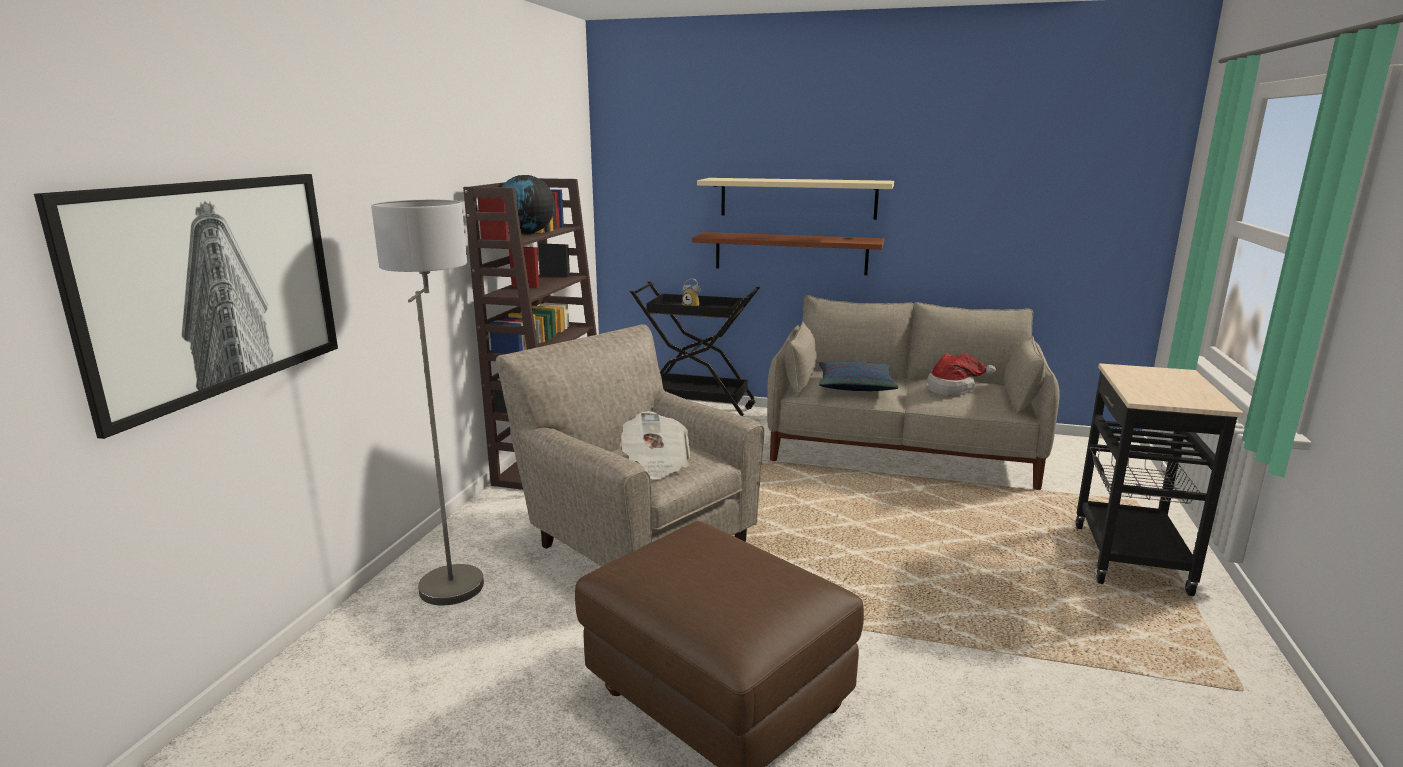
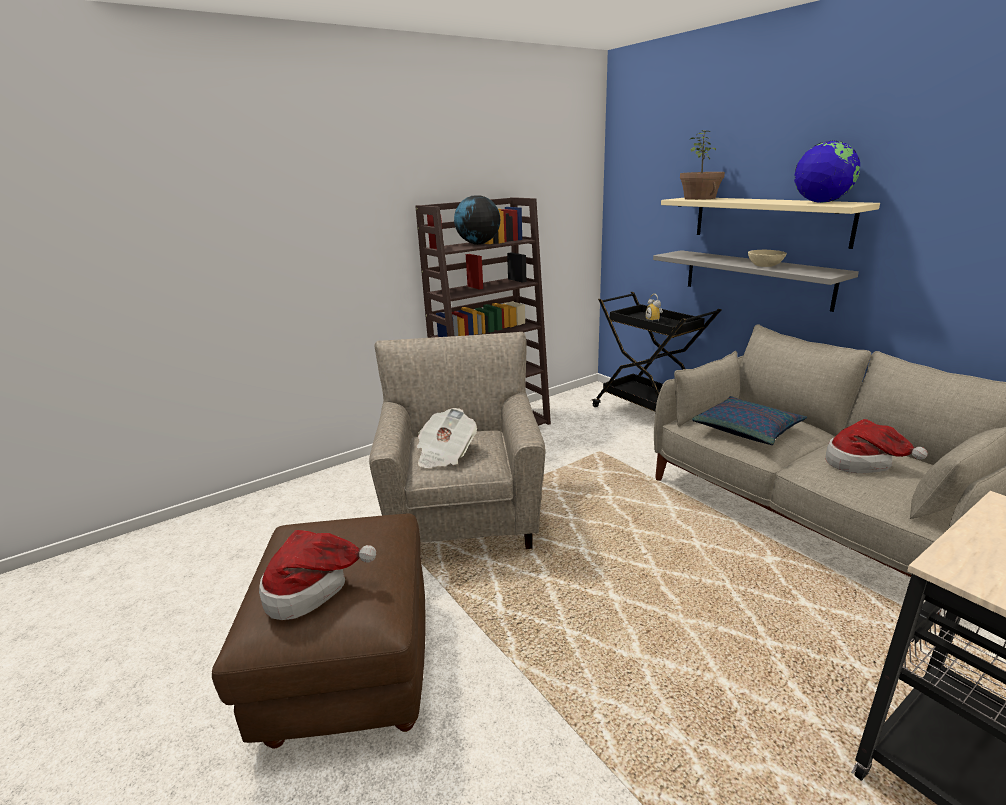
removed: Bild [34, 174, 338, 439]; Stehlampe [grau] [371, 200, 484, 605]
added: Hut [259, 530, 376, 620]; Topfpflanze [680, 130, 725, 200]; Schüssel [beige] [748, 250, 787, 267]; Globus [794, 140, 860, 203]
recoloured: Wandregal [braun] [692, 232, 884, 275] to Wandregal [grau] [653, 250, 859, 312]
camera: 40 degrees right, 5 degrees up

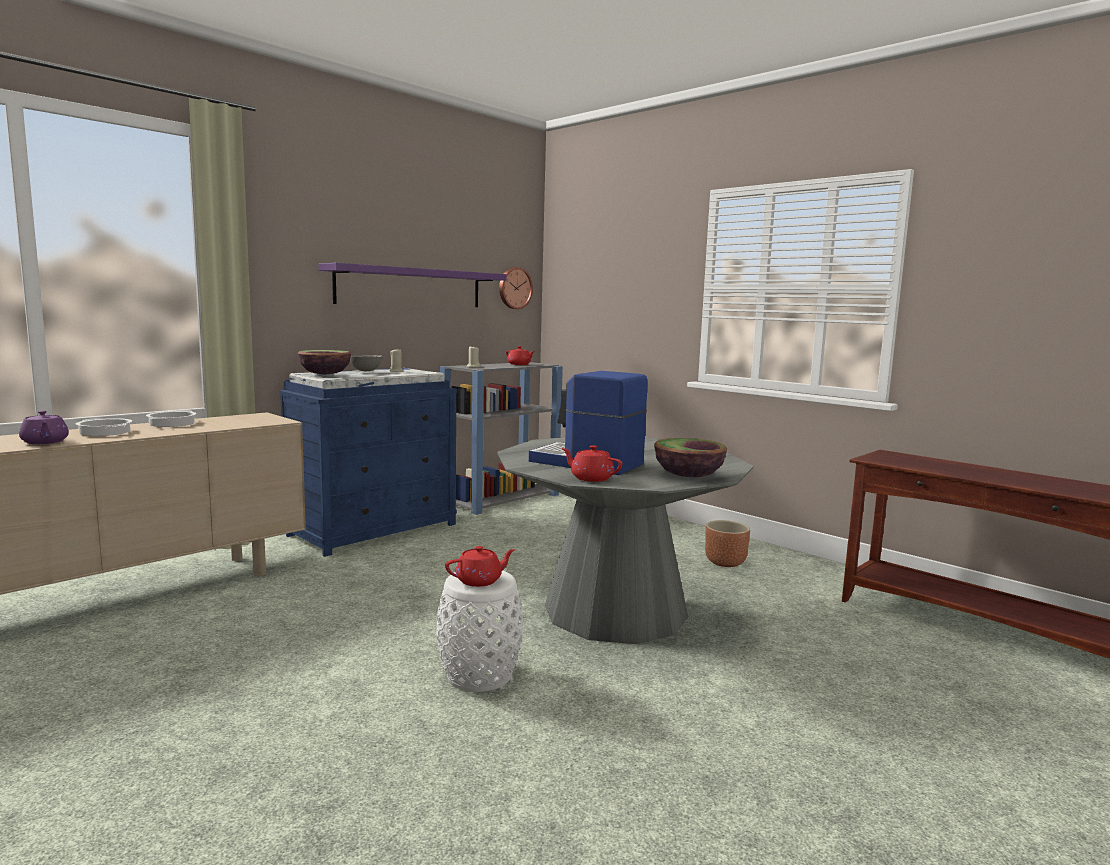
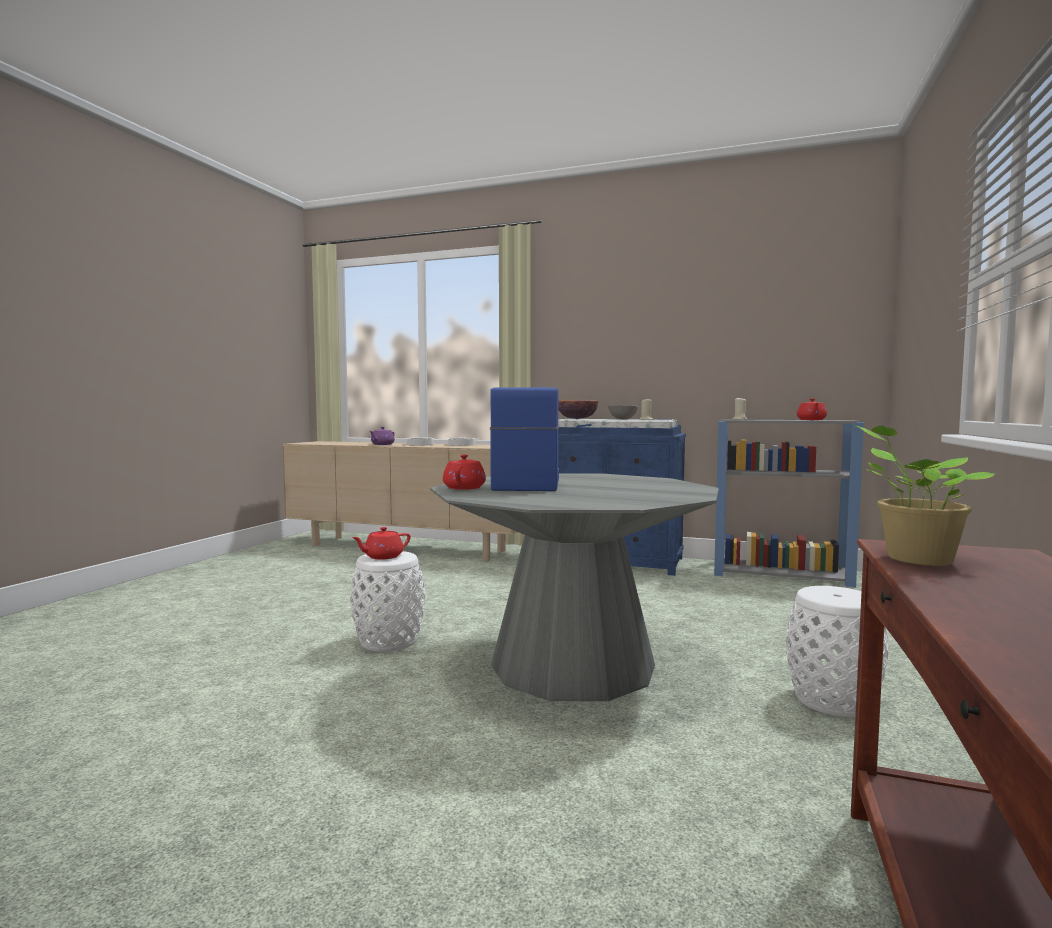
removed: Wandregal [lila] [318, 263, 507, 307]; Wanduhr [499, 267, 533, 309]; Schüssel [654, 438, 727, 477]
added: Topfpflanze [854, 425, 996, 566]
replaced: Pflanzkübel [braun] [705, 520, 750, 567] to Hocker [weiß] [786, 586, 888, 717]
turned: Teekanne [rot] [445, 546, 515, 587] = [352, 527, 410, 560] 105 degrees clockwise
camera: 65 degrees right, 5 degrees down

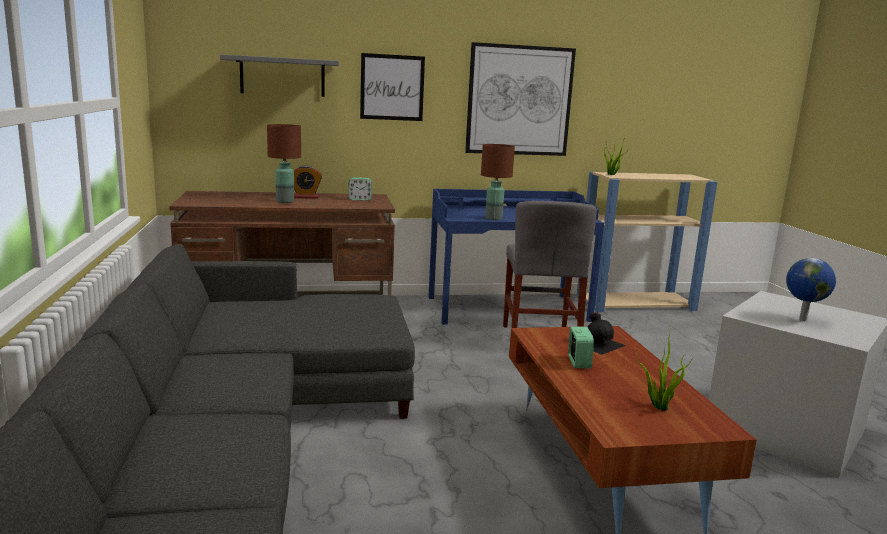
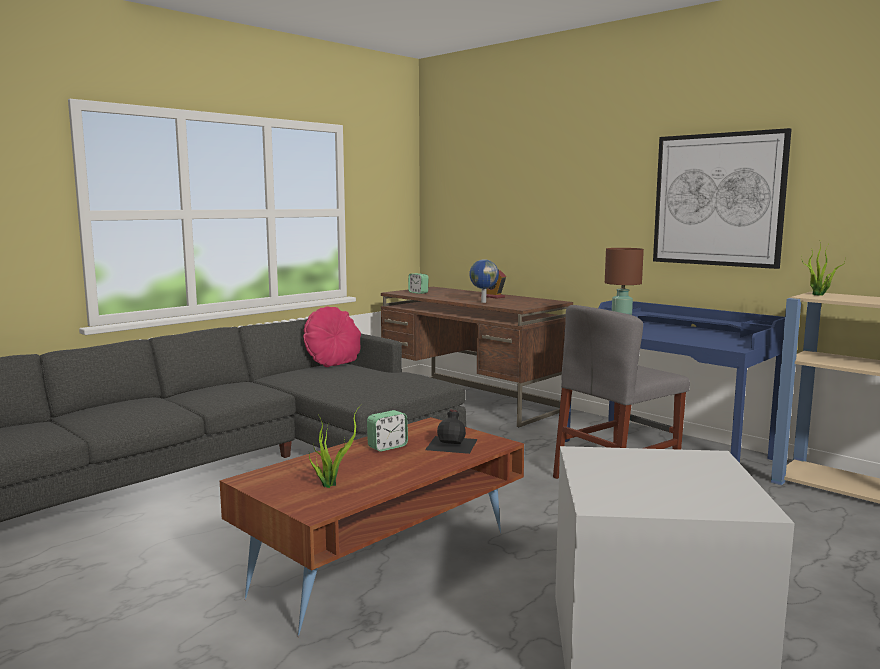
removed: Wandregal [grau] [220, 54, 339, 97]; Tischlampe [braun] [267, 124, 301, 203]; Bild [360, 53, 425, 121]
added: Kissen [rosa] [303, 306, 361, 367]
moved: Wecker [348, 178, 372, 201] to [408, 273, 429, 294]; Globus [786, 258, 836, 321] to [469, 259, 499, 303]
camera: 55 degrees right, 5 degrees down

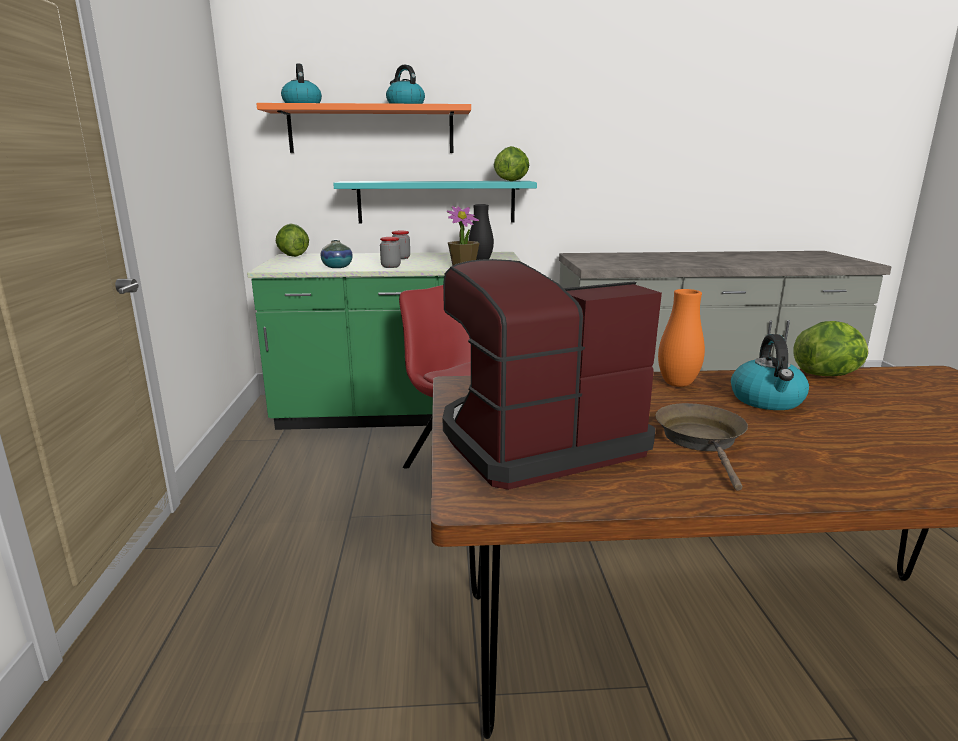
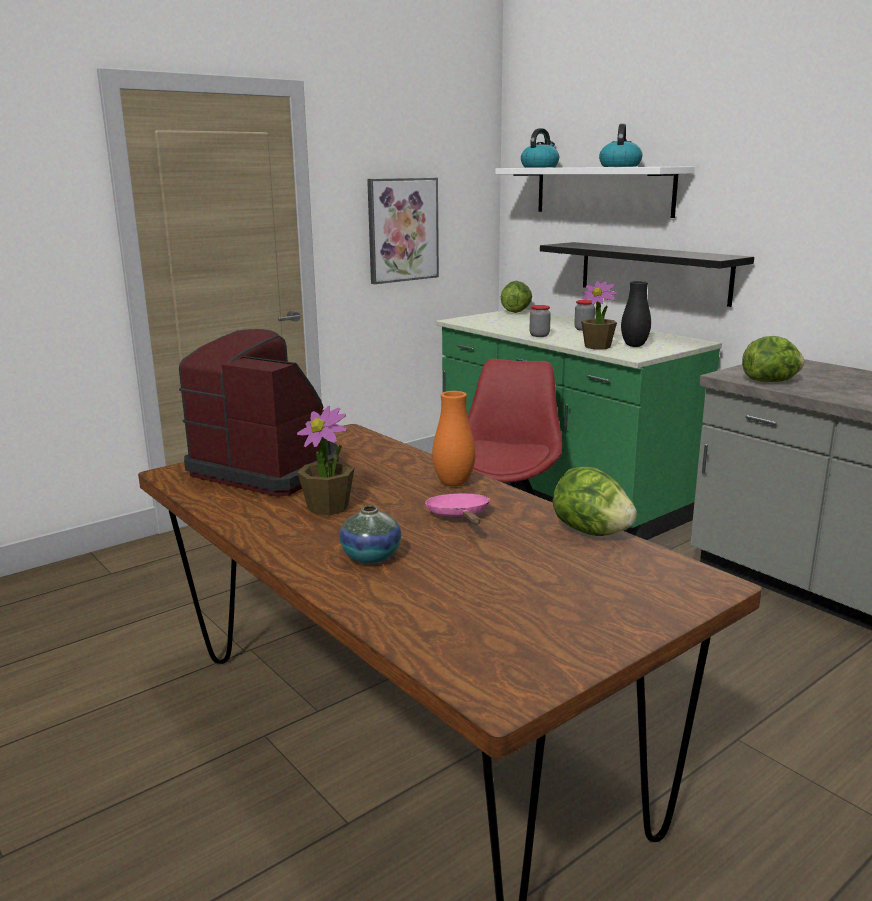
added: Bild [367, 178, 439, 284]
moved: Vase [321, 240, 353, 268] to [340, 506, 401, 564]; Salatkopf [494, 146, 529, 181] to [742, 336, 804, 382]
replaced: Pfanne [braun] [656, 403, 748, 491] to Topfpflanze [297, 406, 354, 515]; Wasserkessel [731, 334, 809, 410] to Pfanne [rosa] [425, 493, 490, 525]
recoloured: Wandregal [orange] [256, 103, 471, 153] to Wandregal [weiß] [495, 167, 695, 218]; Wandregal [türkis] [333, 181, 537, 223] to Wandregal [schwarz] [540, 242, 754, 307]
camera: 55 degrees right, 0 degrees up

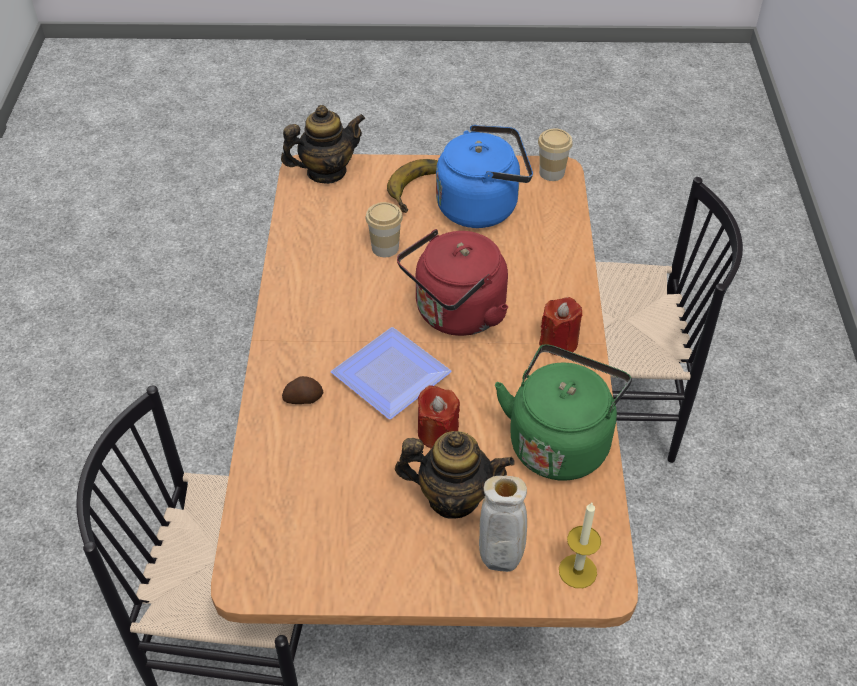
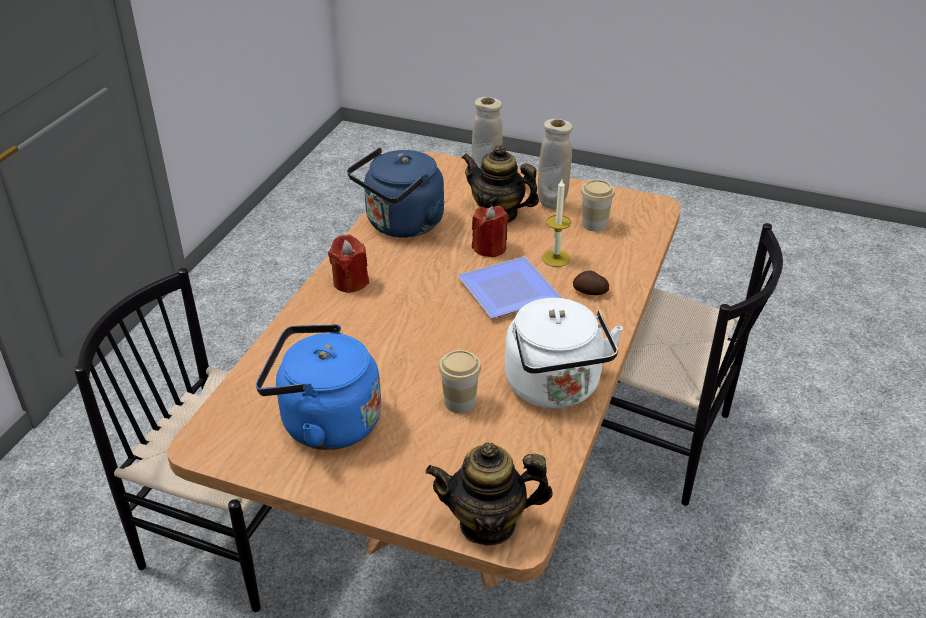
removed: Banane [387, 159, 438, 213]; Wasserkessel [rot] [397, 229, 508, 336]
added: Wasserkessel [weiß] [505, 298, 623, 409]; Vase [beige] [538, 119, 573, 209]
moved: Tasse [538, 128, 573, 181] to [581, 180, 615, 232]; Kerze [559, 503, 601, 588] to [542, 179, 571, 267]
recoloured: Wasserkessel [grün] [495, 344, 632, 481] to Wasserkessel [blau] [347, 147, 445, 238]
camera: 160 degrees left, 10 degrees down

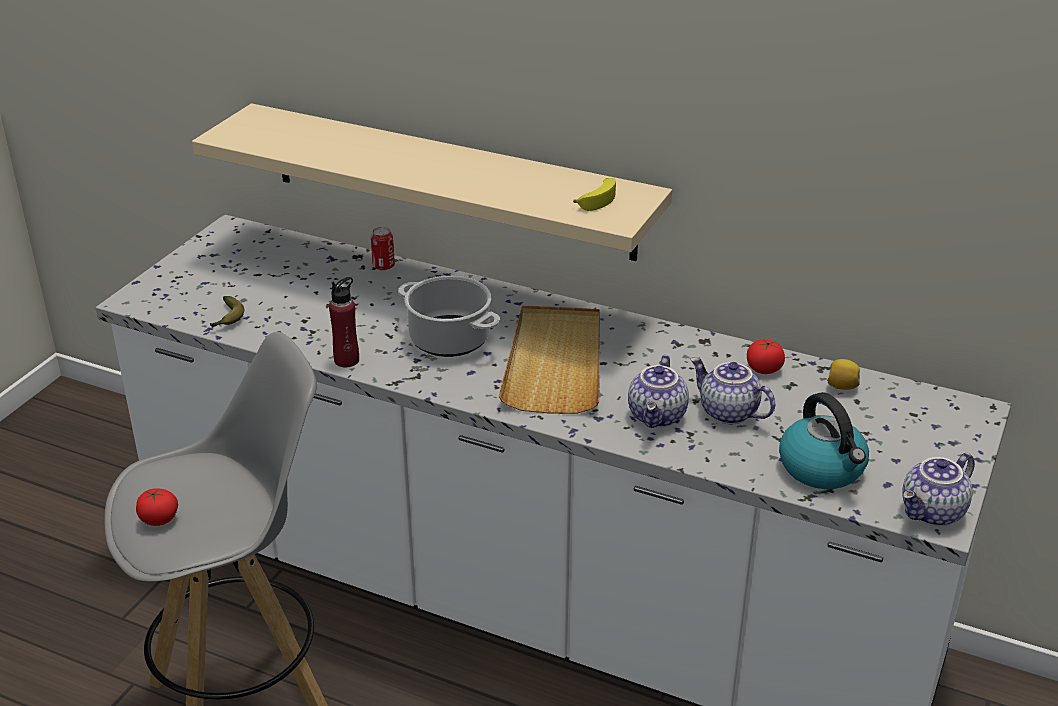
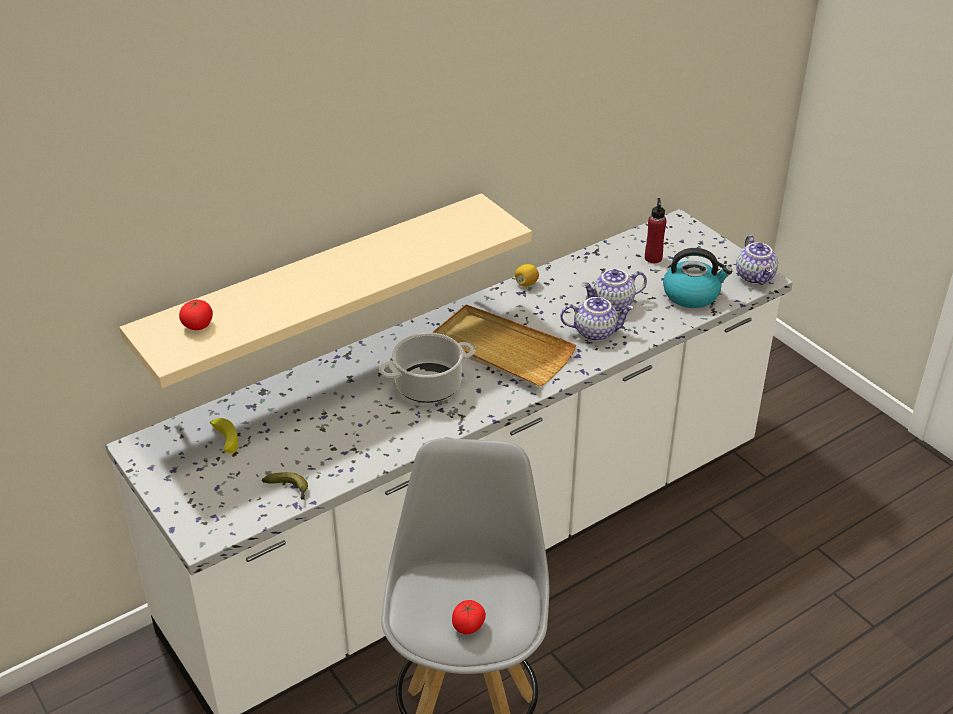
removed: Dose [371, 227, 395, 271]
moved: Flasche [rot] [329, 277, 359, 367] to [645, 198, 667, 263]; Banane [573, 178, 616, 211] to [210, 418, 238, 454]; Tomate [747, 340, 785, 374] to [179, 299, 213, 330]; Zitrone [827, 359, 860, 390] to [515, 264, 539, 287]
turned: Teekanne [628, 355, 689, 428] = [560, 297, 634, 341] 45 degrees counterclockwise
camera: 60 degrees left, 5 degrees up

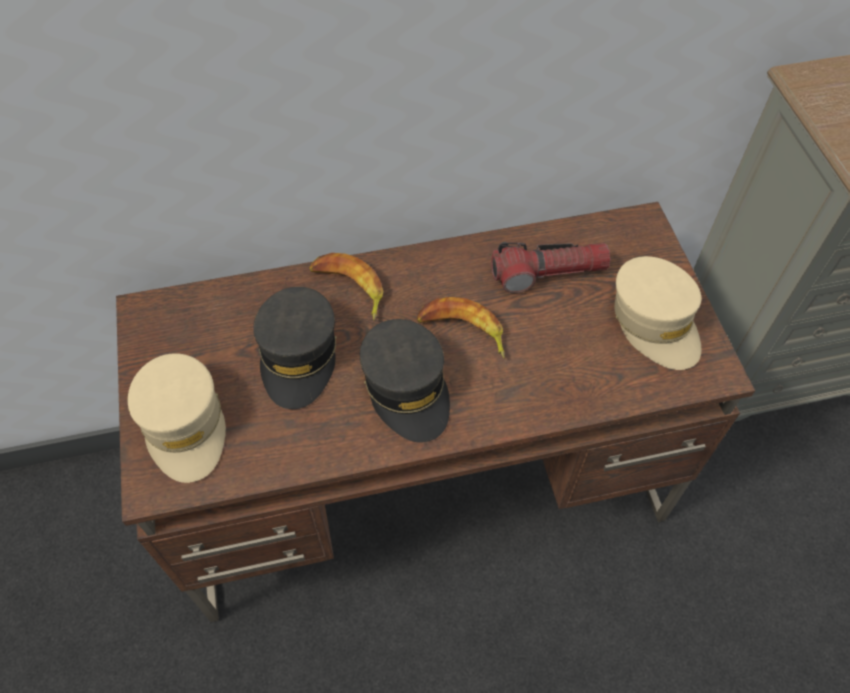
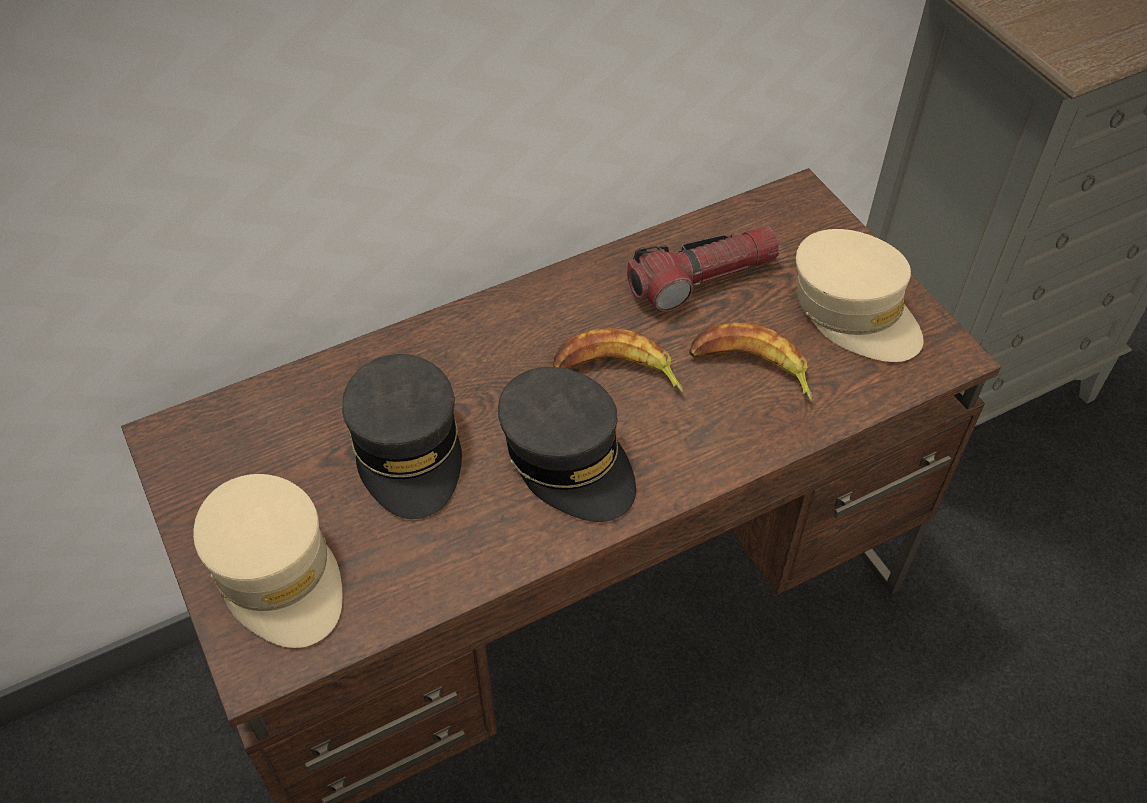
moved: Banane [309, 253, 383, 321] to [689, 322, 813, 402]
camera: 15 degrees left, 5 degrees down

